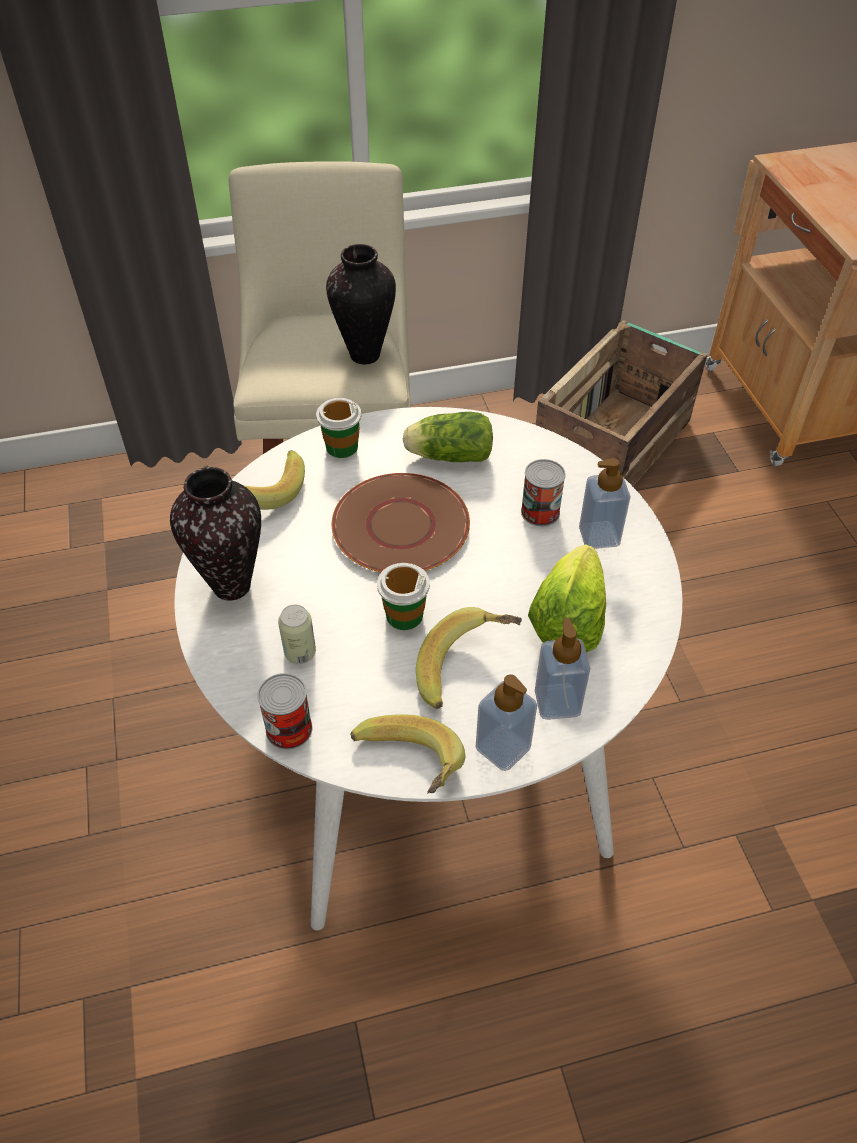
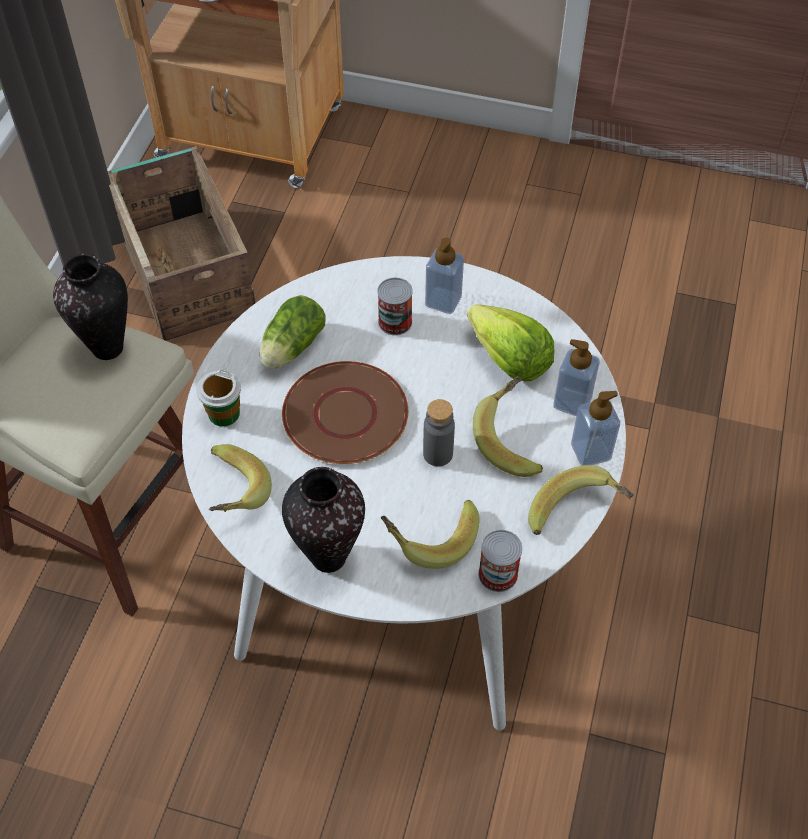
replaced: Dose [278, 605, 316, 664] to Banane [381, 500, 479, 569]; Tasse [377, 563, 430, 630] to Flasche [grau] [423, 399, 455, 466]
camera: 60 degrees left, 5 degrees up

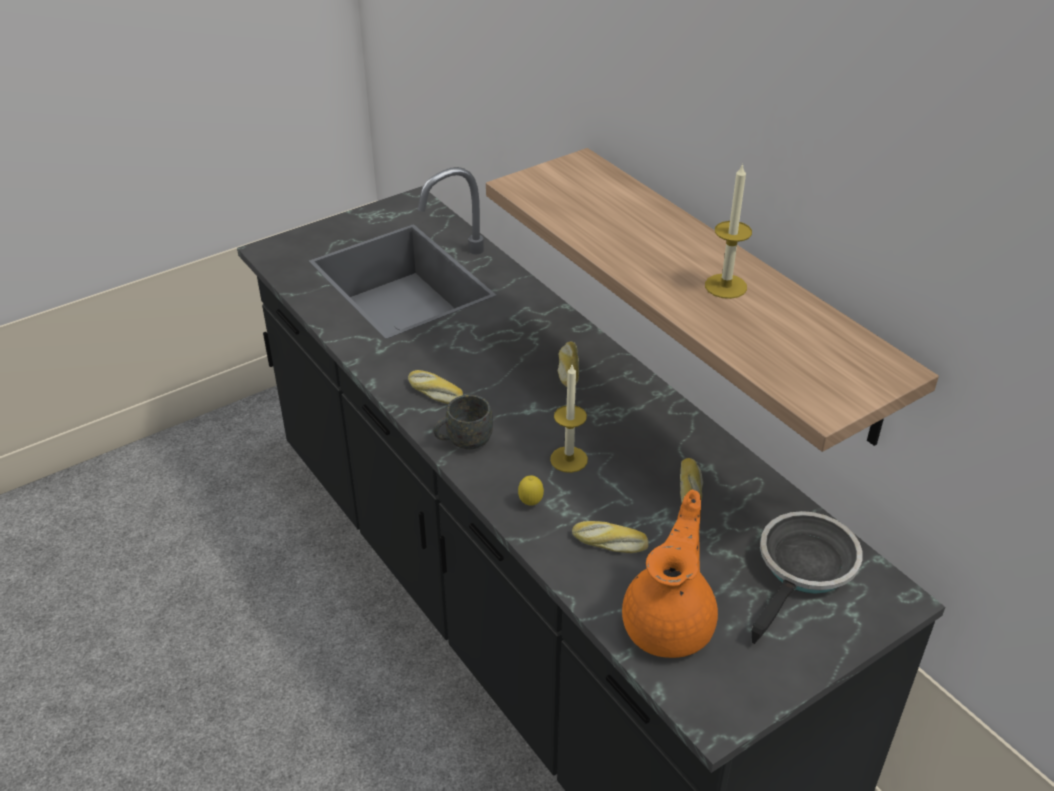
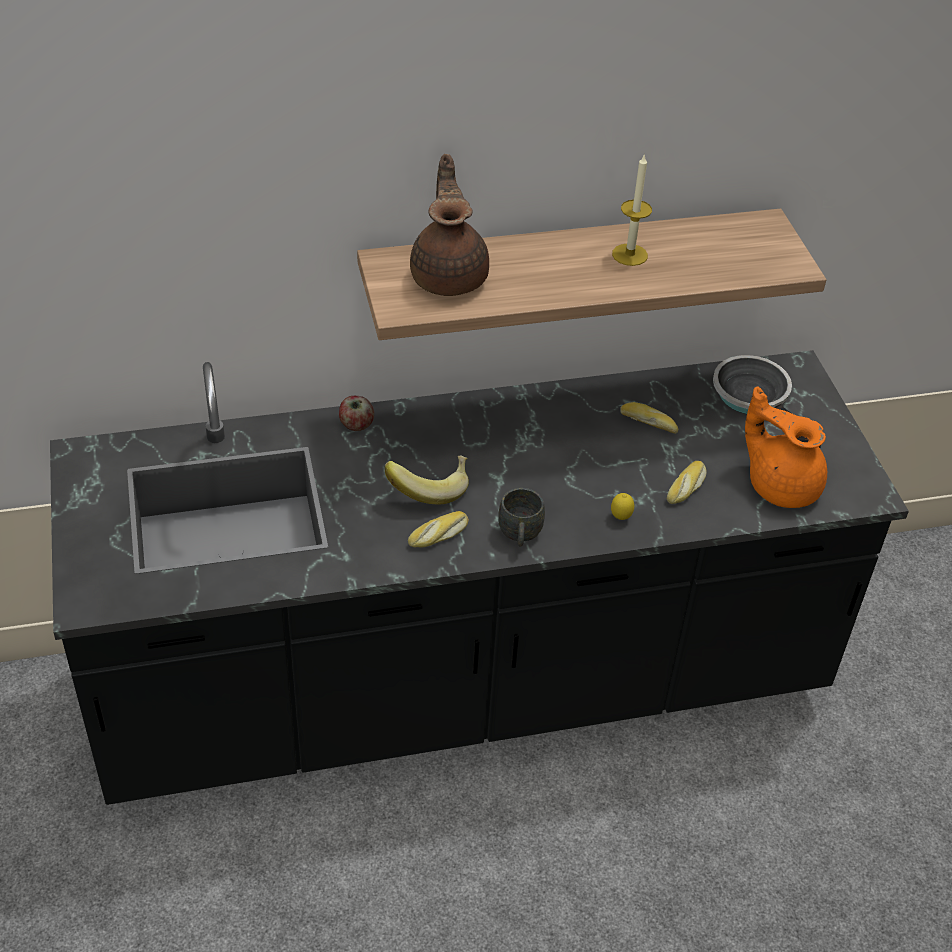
removed: Kerze [550, 365, 588, 473]; Brot [558, 342, 579, 387]
added: Apfel [339, 396, 374, 431]; Banane [385, 455, 469, 504]; Teekanne [braun] [410, 154, 489, 296]
camera: 70 degrees left, 5 degrees up

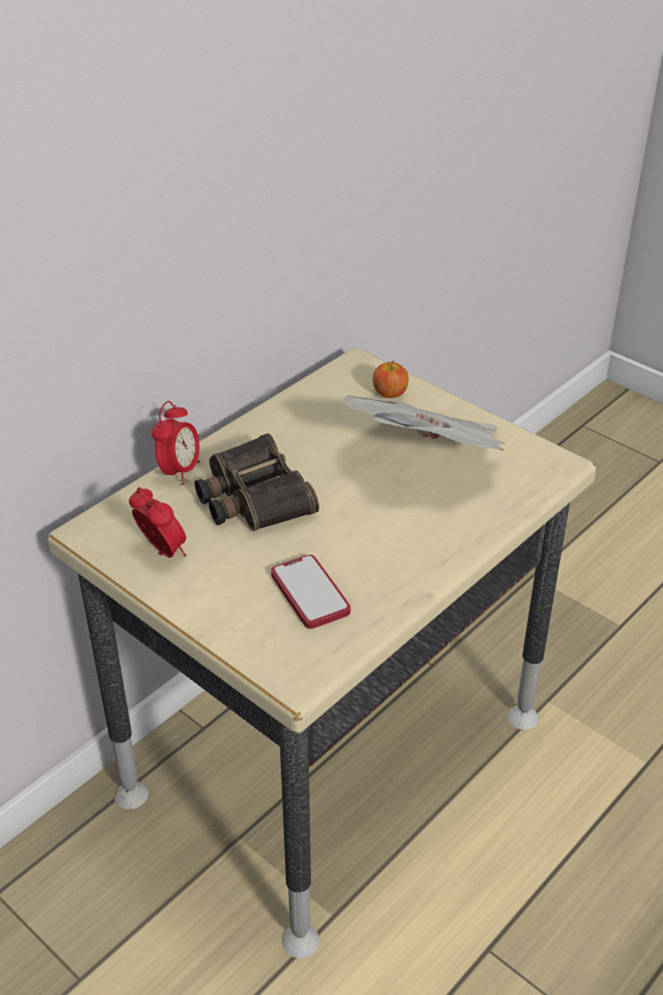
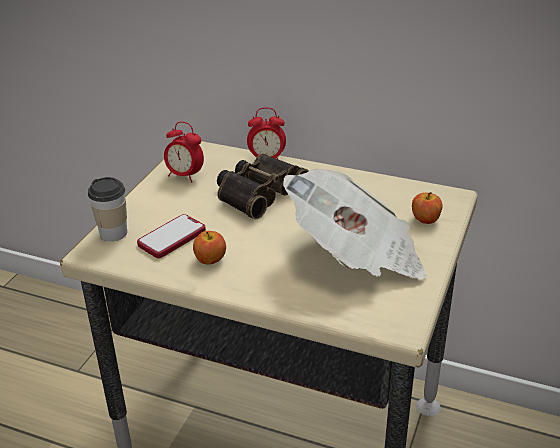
added: Tasse [88, 177, 127, 242]; Apfel [193, 231, 226, 264]
turned: Wecker [129, 487, 187, 558] = [164, 122, 204, 183] 90 degrees clockwise
camera: 70 degrees right, 5 degrees down

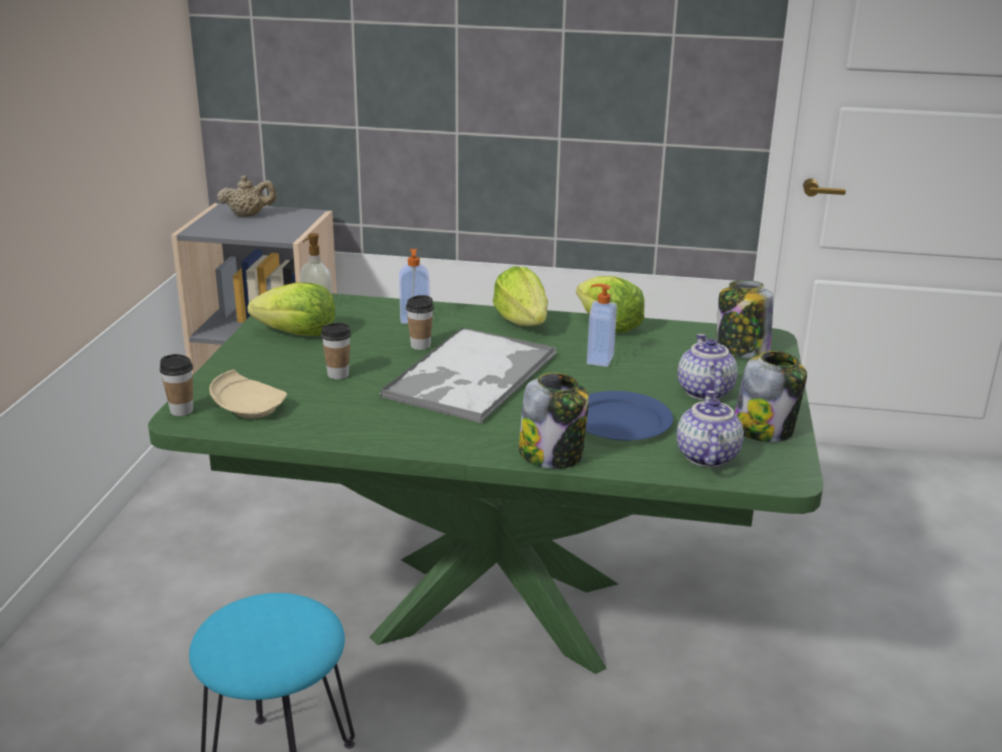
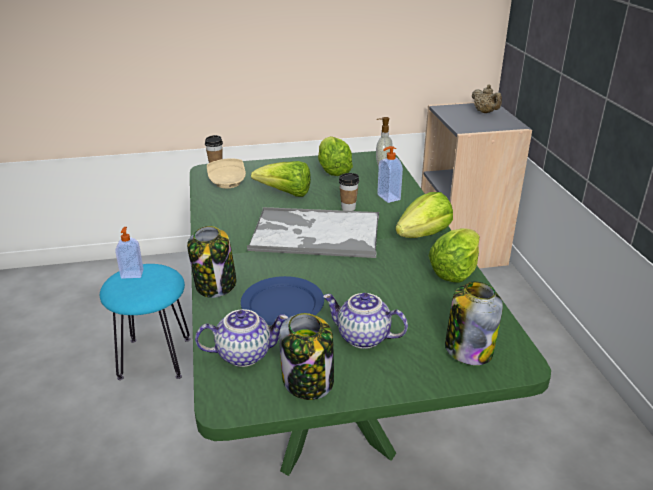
moved: Seifenspender [587, 284, 617, 367] to [115, 227, 144, 279]
replaced: Tasse [321, 323, 351, 379] to Salatkopf [251, 161, 311, 197]
turned: Teekanne [678, 334, 738, 400] = [323, 293, 408, 349] 135 degrees counterclockwise
camera: 70 degrees right, 5 degrees up

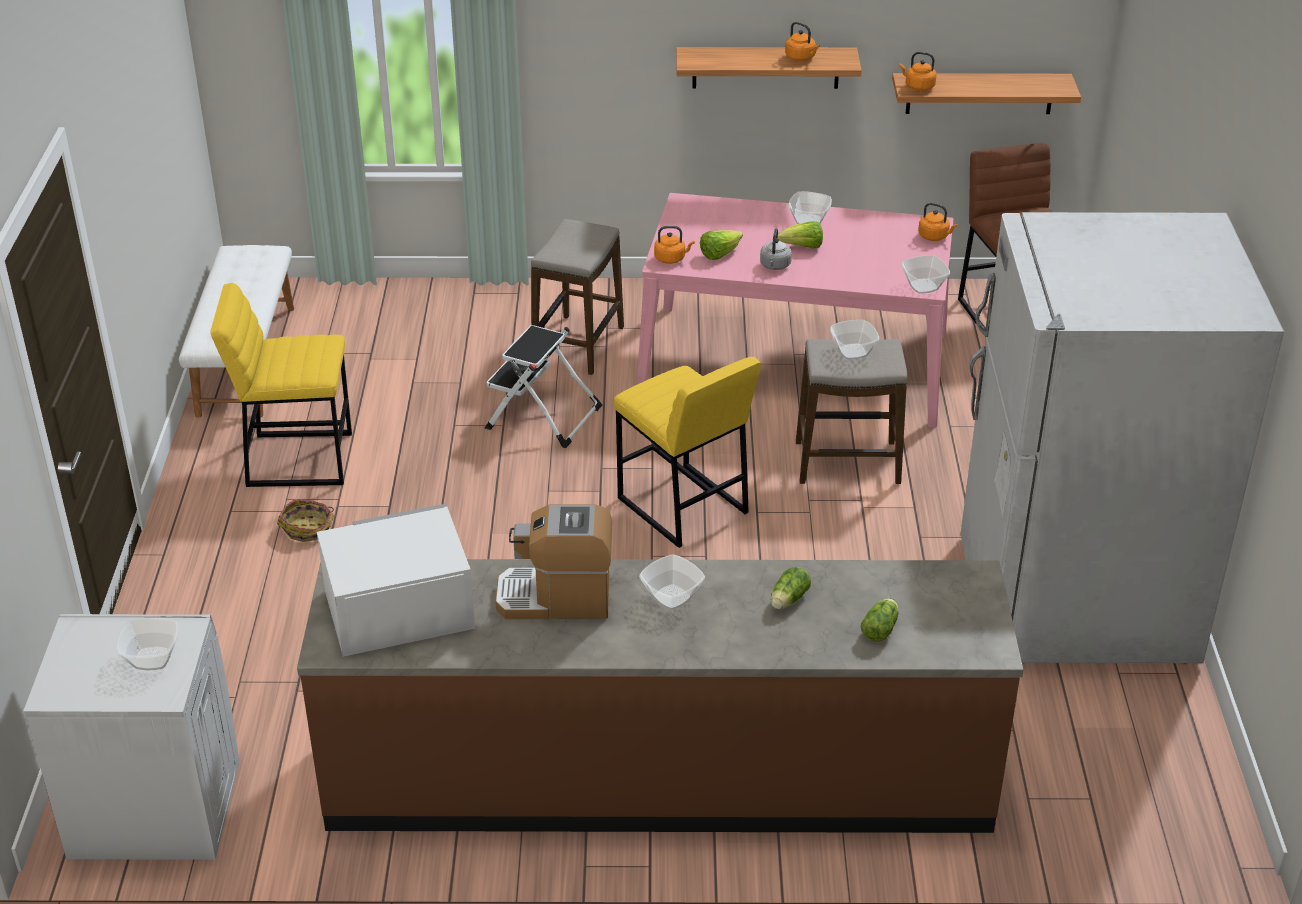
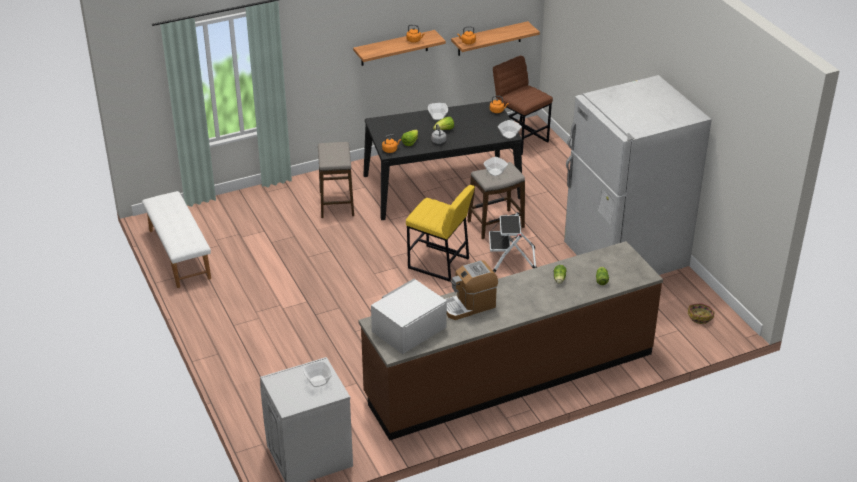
removed: Stuhl [gelb] [210, 283, 352, 487]; Schüssel [639, 554, 705, 610]
moved: Korb [277, 499, 334, 542] to [688, 304, 715, 324]; Trittleiter [484, 325, 602, 448] to [489, 212, 537, 273]
recoloured: Esstisch [rosa] [637, 193, 953, 427] to Esstisch [schwarz] [363, 101, 522, 220]
camera: 25 degrees left, 0 degrees up

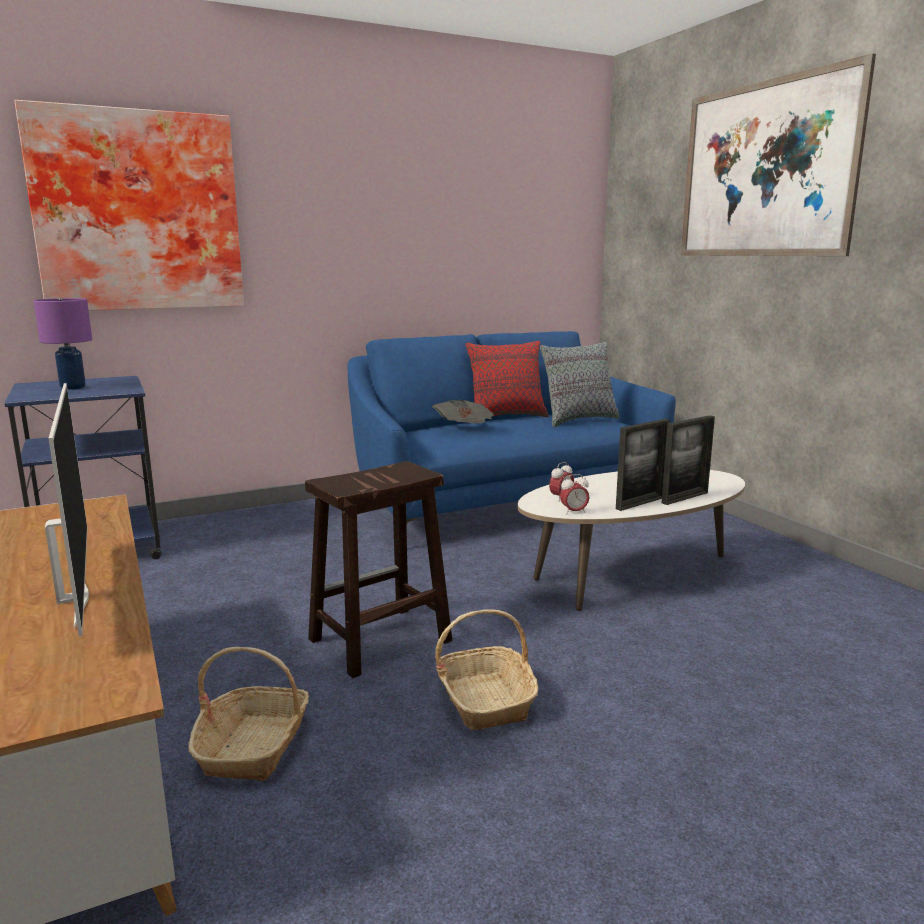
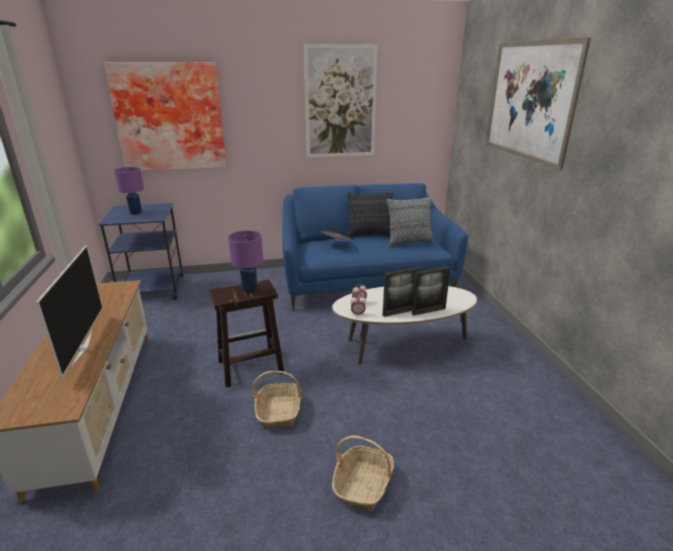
added: Tischlampe [lila] [228, 230, 263, 293]; Bild [304, 44, 378, 157]
moved: Korb [188, 647, 309, 781] to [332, 435, 394, 512]
recoloured: Kissen [rot] [465, 341, 548, 417] to Kissen [schwarz] [347, 192, 393, 238]
camera: 15 degrees right, 10 degrees up

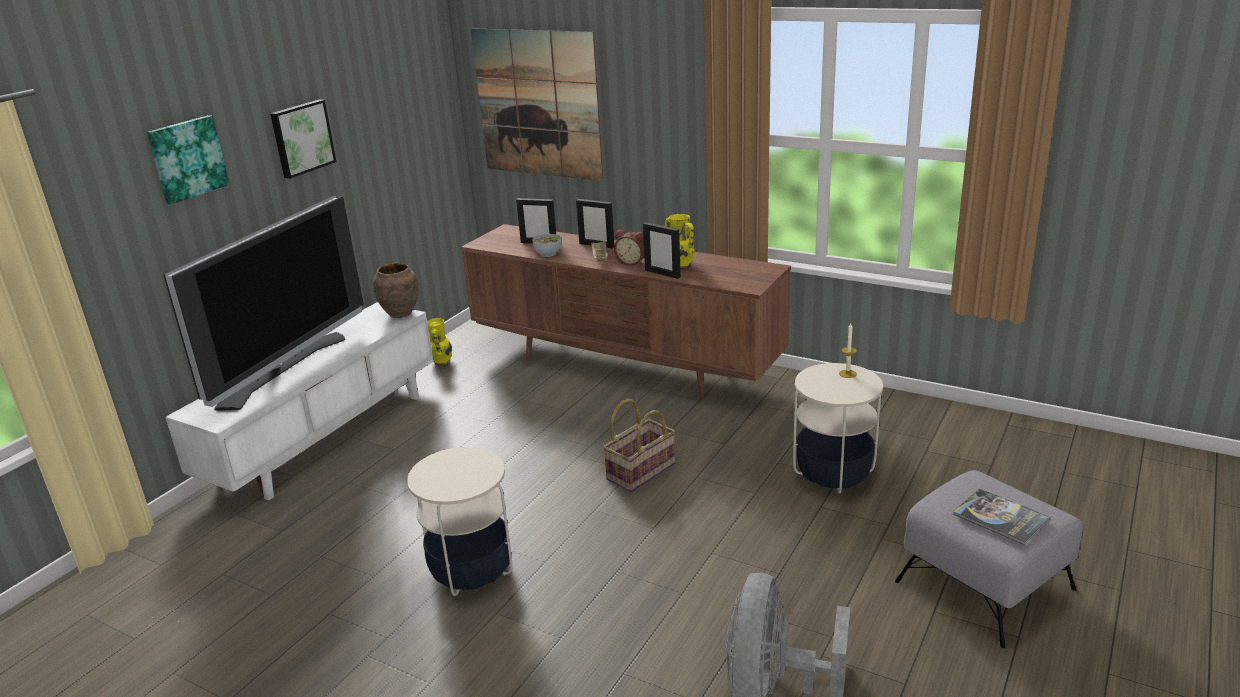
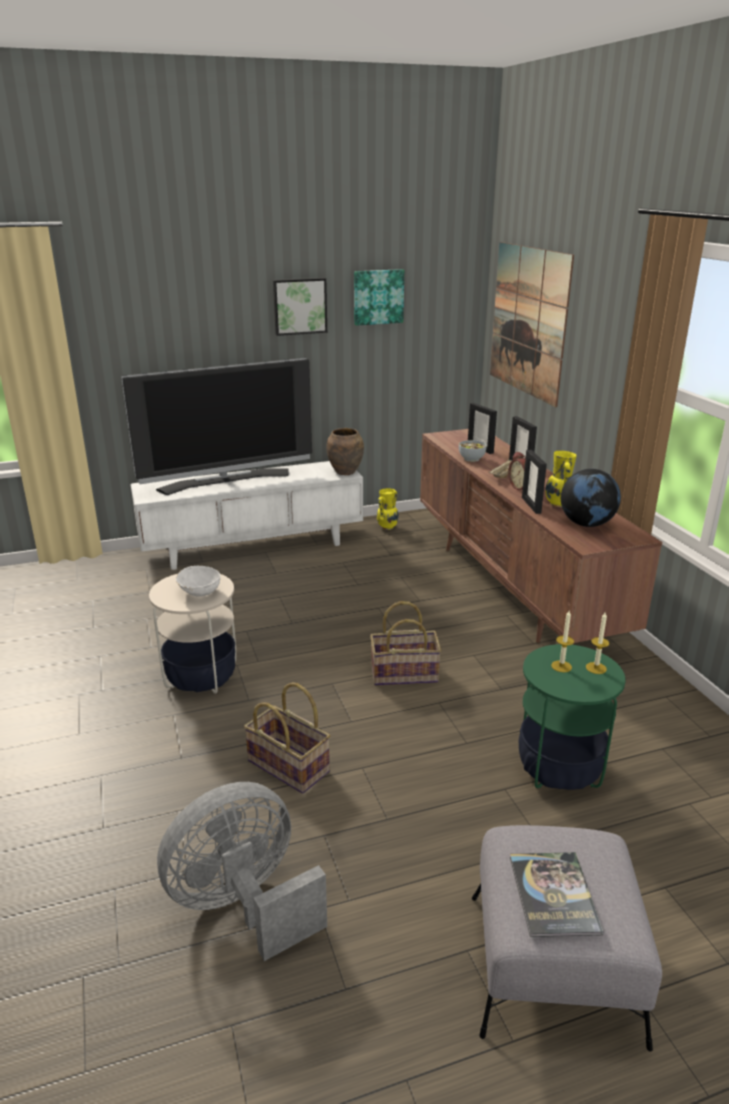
added: Schüssel [weiß] [176, 565, 220, 597]; Korb [244, 683, 330, 794]; Kerze [551, 611, 574, 672]; Globus [561, 469, 621, 527]
moved: Bild [147, 115, 229, 205] to [354, 269, 404, 326]
recoloured: Beistelltisch [beige] [793, 363, 883, 494] to Beistelltisch [grün] [519, 644, 625, 790]
camera: 40 degrees right, 0 degrees up

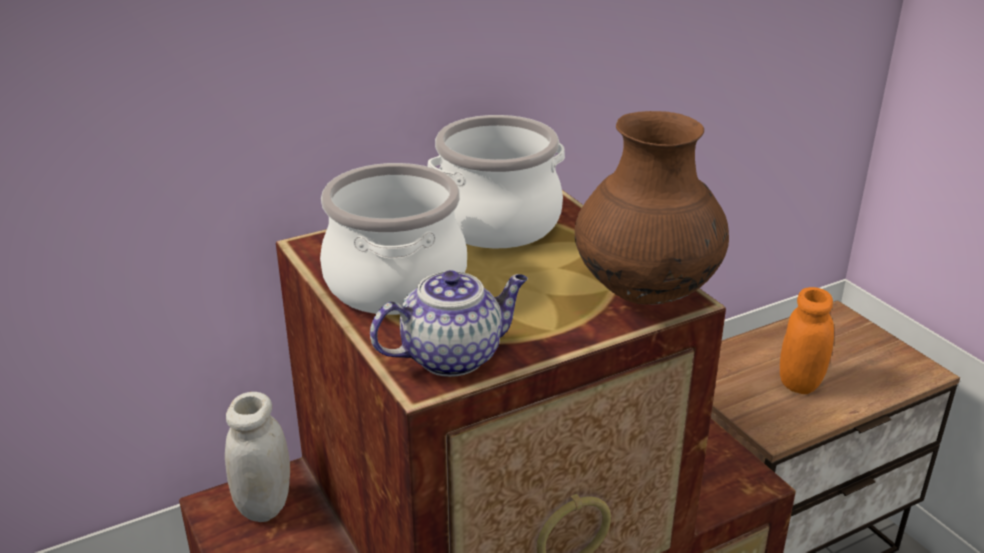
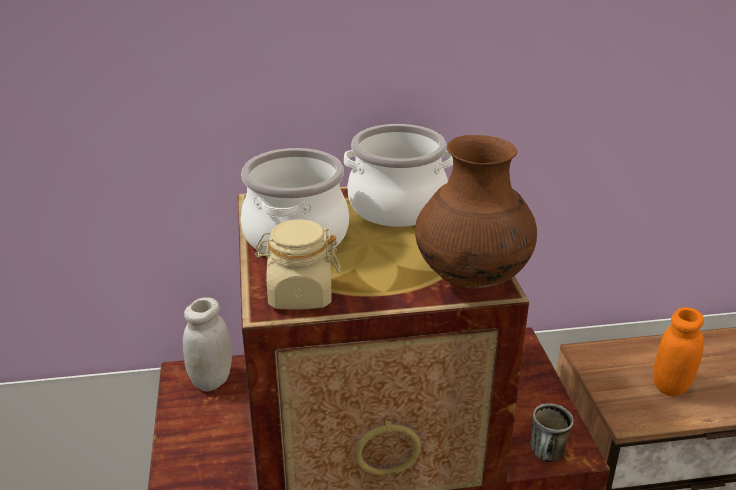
added: Henkelbecher [530, 403, 574, 462]
replaced: Teekanne [370, 270, 528, 377] to Vorratsglas [beige] [255, 219, 340, 309]
camera: 20 degrees right, 0 degrees up

